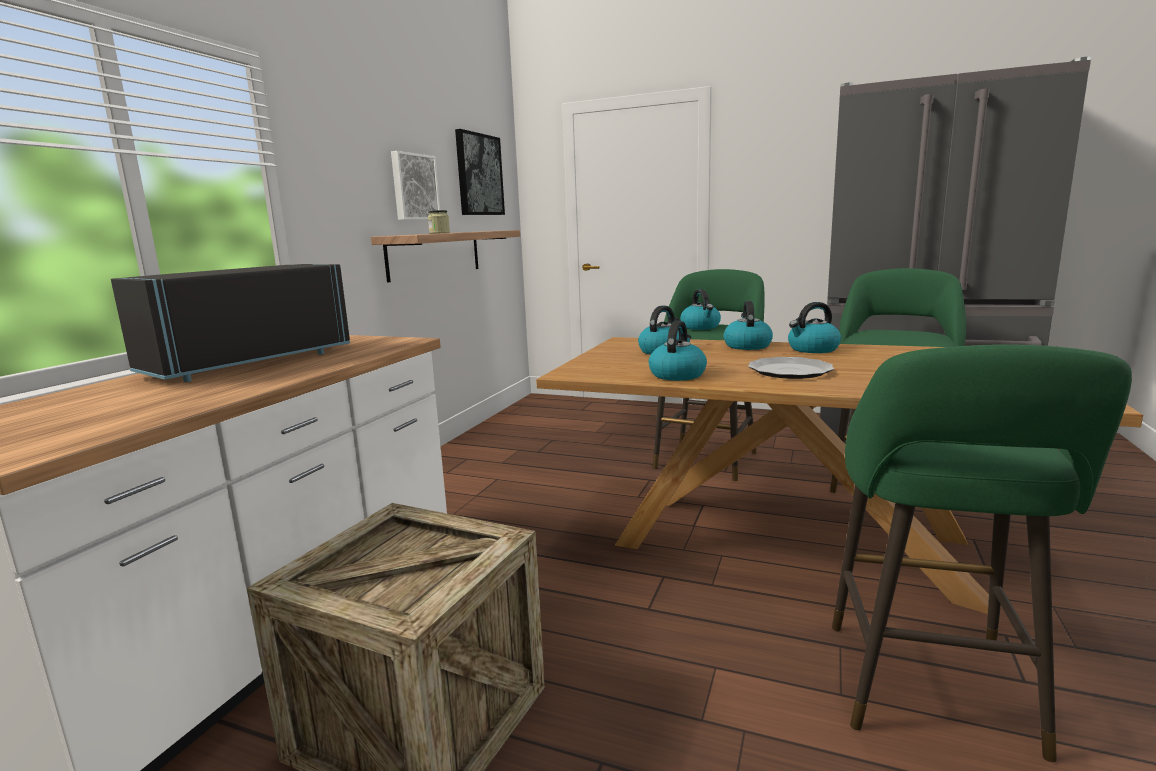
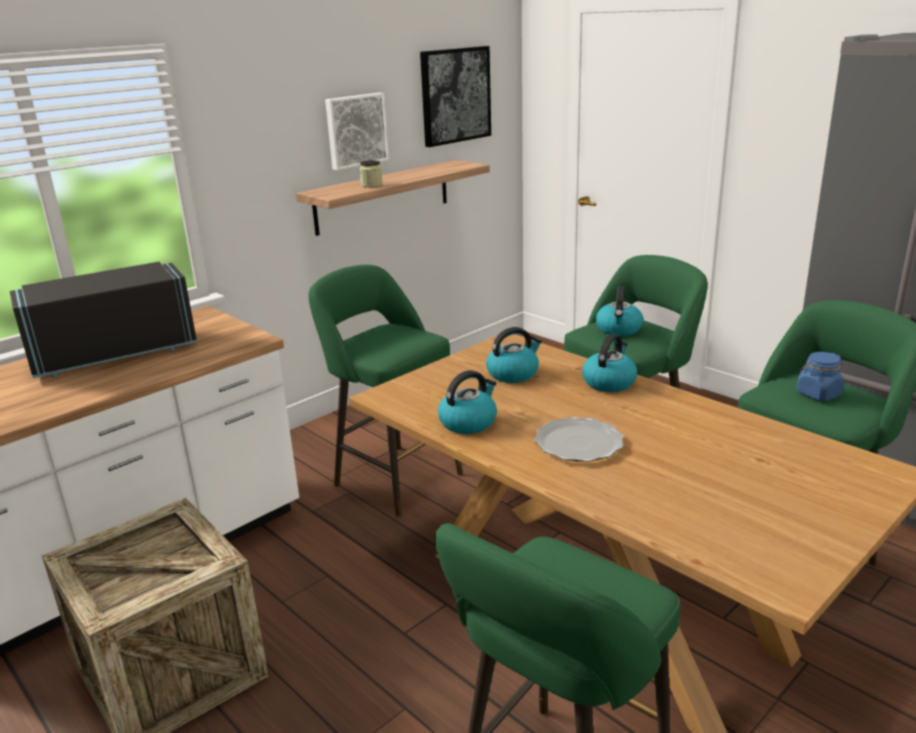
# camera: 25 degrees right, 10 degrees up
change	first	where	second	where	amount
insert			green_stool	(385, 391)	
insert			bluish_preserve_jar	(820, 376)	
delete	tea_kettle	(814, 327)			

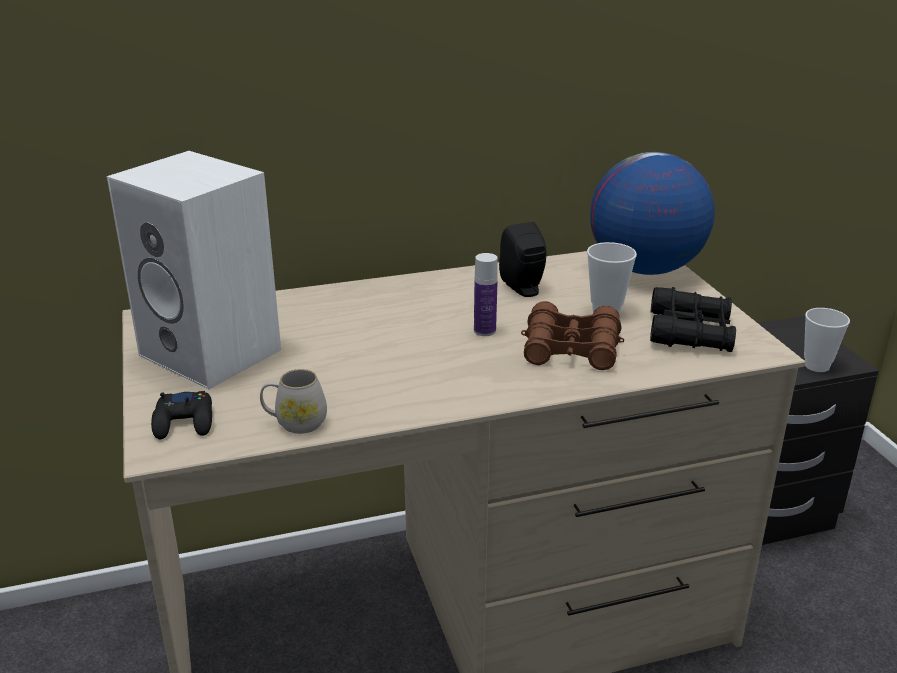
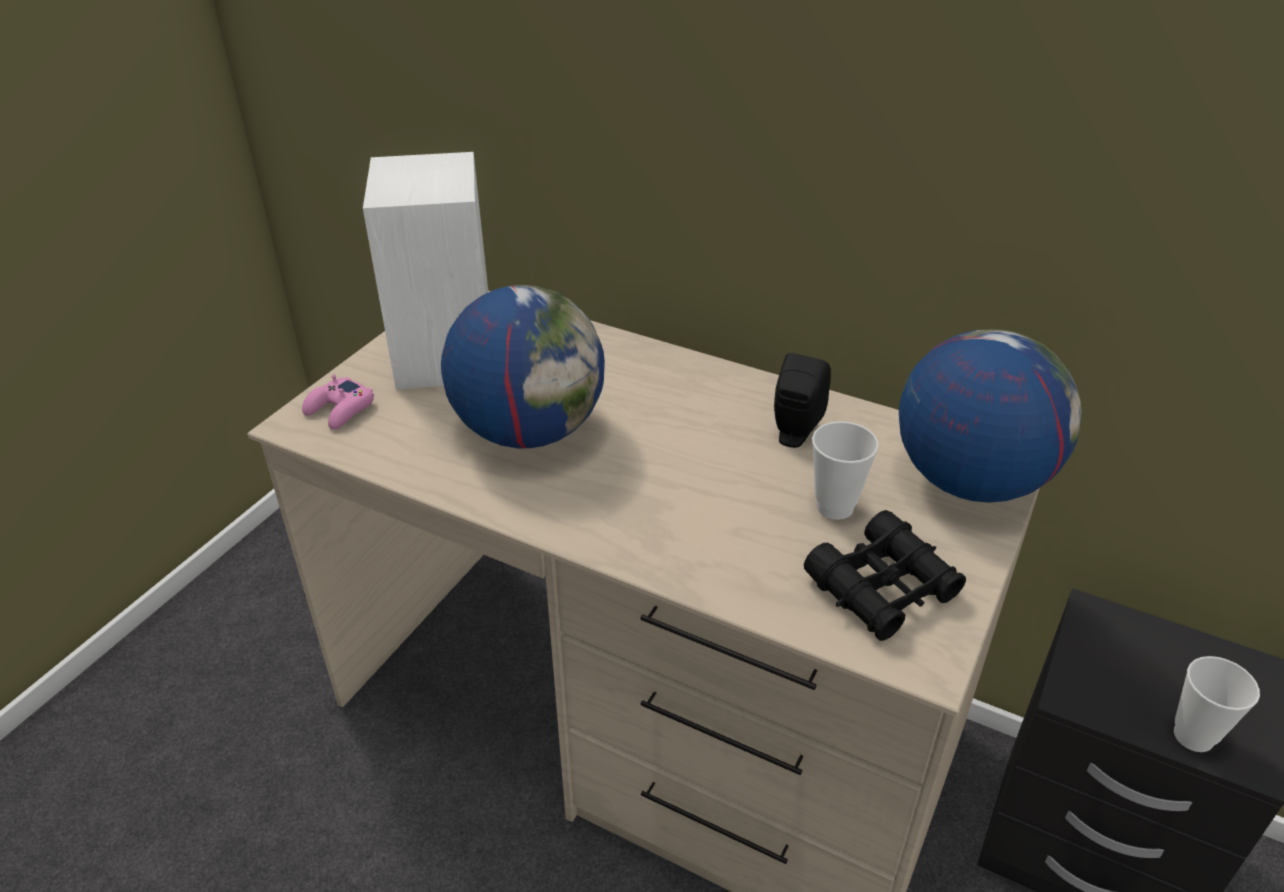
# camera: 45 degrees right, 10 degrees up
change	first	where	second	where	amount
recolor	black_gamepad	(181, 415)	pinkish_gamepad	(338, 402)	
insert			desk_globe	(523, 366)	
delete	white_mug	(293, 401)			
delete	drink_bottle	(486, 294)			
delete	brown_pair_of_binoculars	(572, 335)			

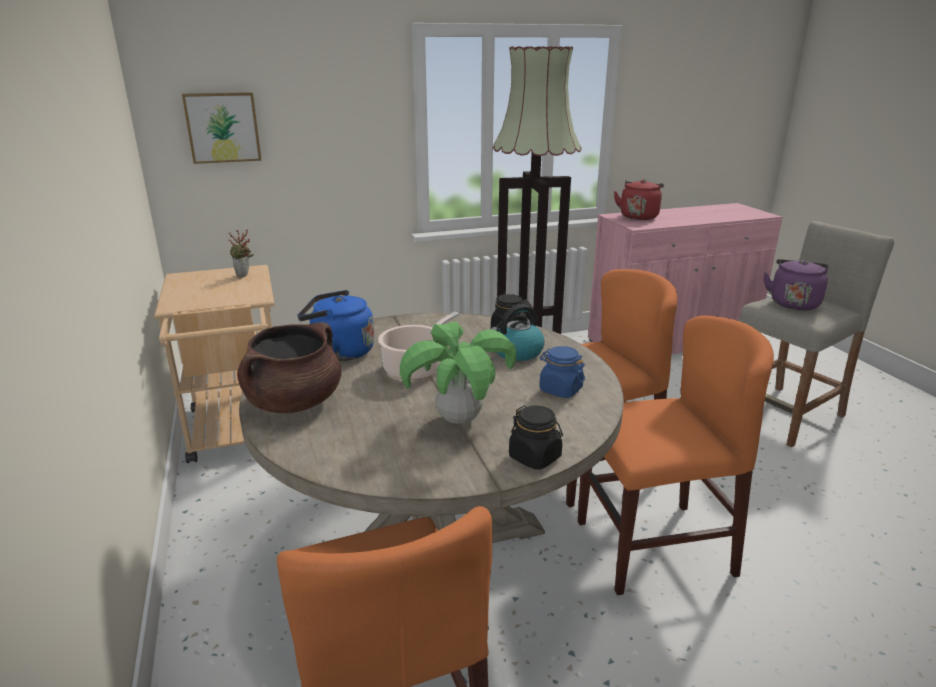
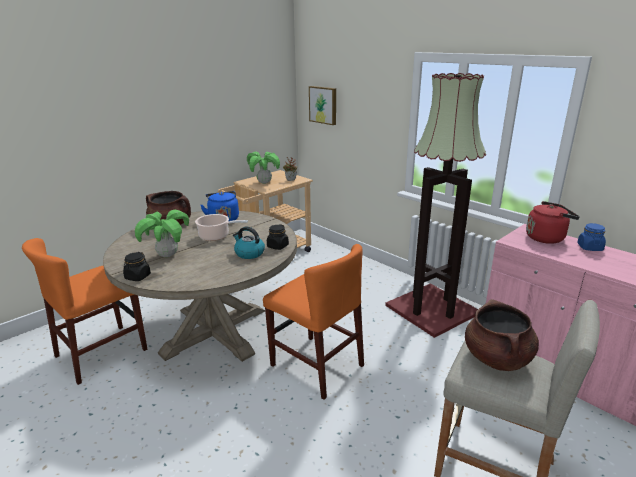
# camera: 65 degrees right, 0 degrees up
change	first	where	second	where	amount
insert			potted_plant	(263, 167)	
replace	purple_tea_kettle	(796, 284)	brown_cooking_pot	(502, 335)	
move	bluish_preserve_jar	(562, 372)		(591, 237)	
delete	orangey_upright_chair	(676, 455)			

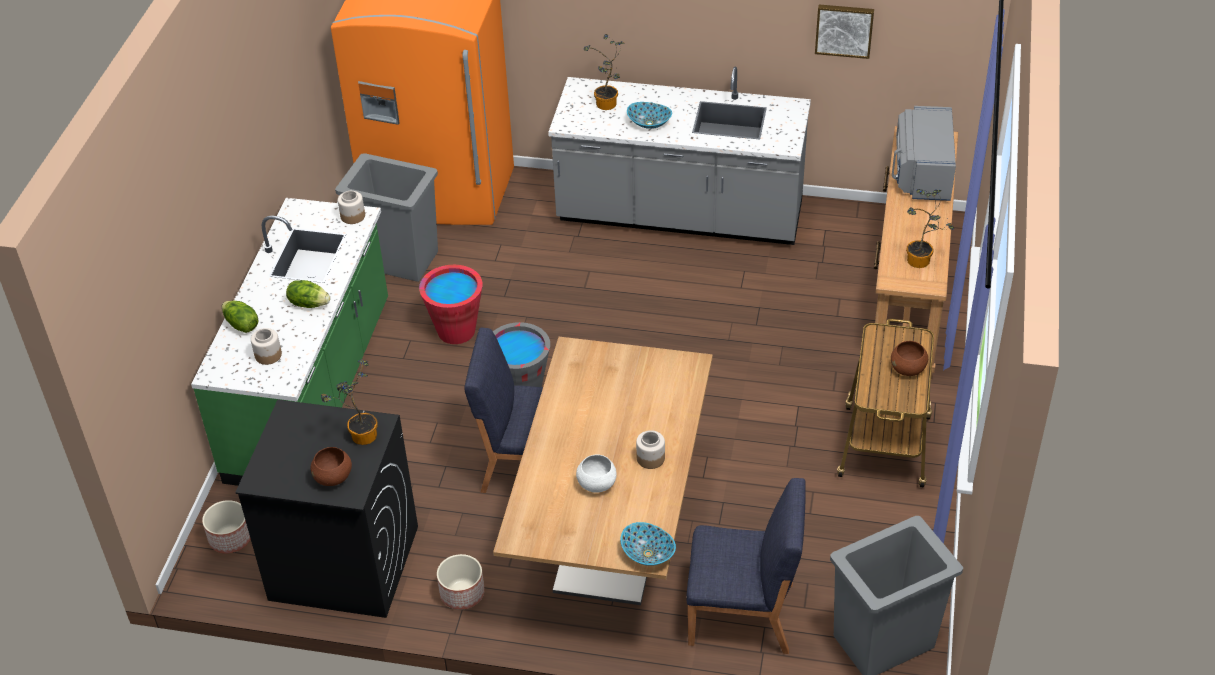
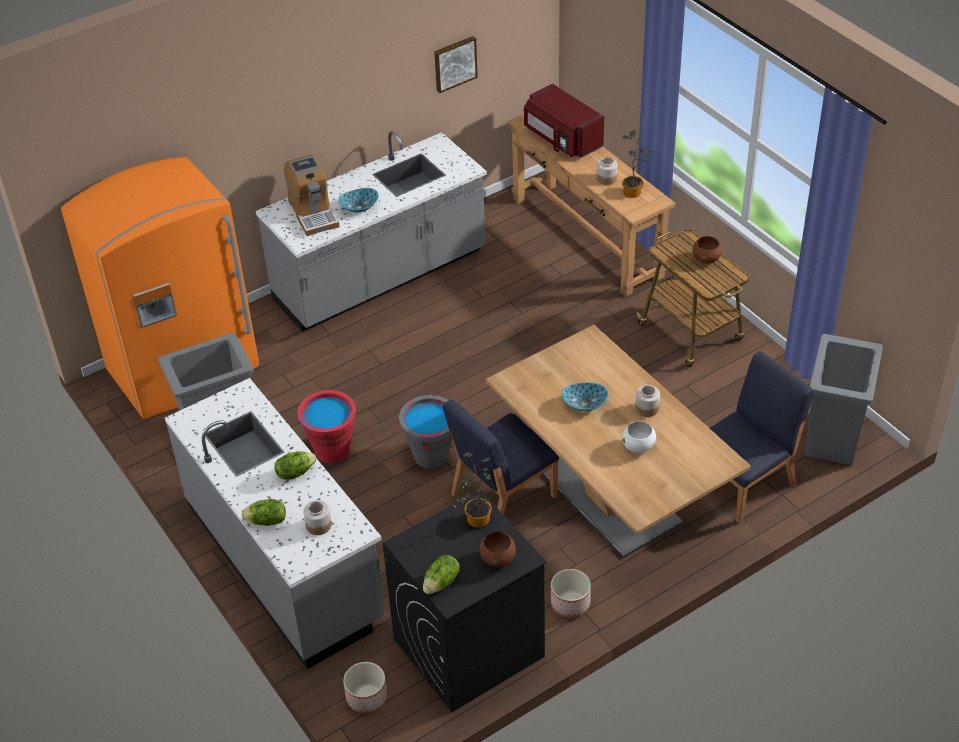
# camera: 45 degrees left, 0 degrees up
change	first	where	second	where	amount
recolor	green_kitchen_counter	(289, 342)	greyish_kitchen_counter	(274, 523)	
replace	potted_plant	(604, 72)	coffee_maker	(312, 195)	
insert			lettuce_head	(441, 574)	
recolor	greyish_microwave_oven	(924, 153)	red_microwave_oven	(564, 121)	
move	bowl	(648, 544)		(585, 396)	
move	preserve_jar	(351, 207)		(607, 171)	

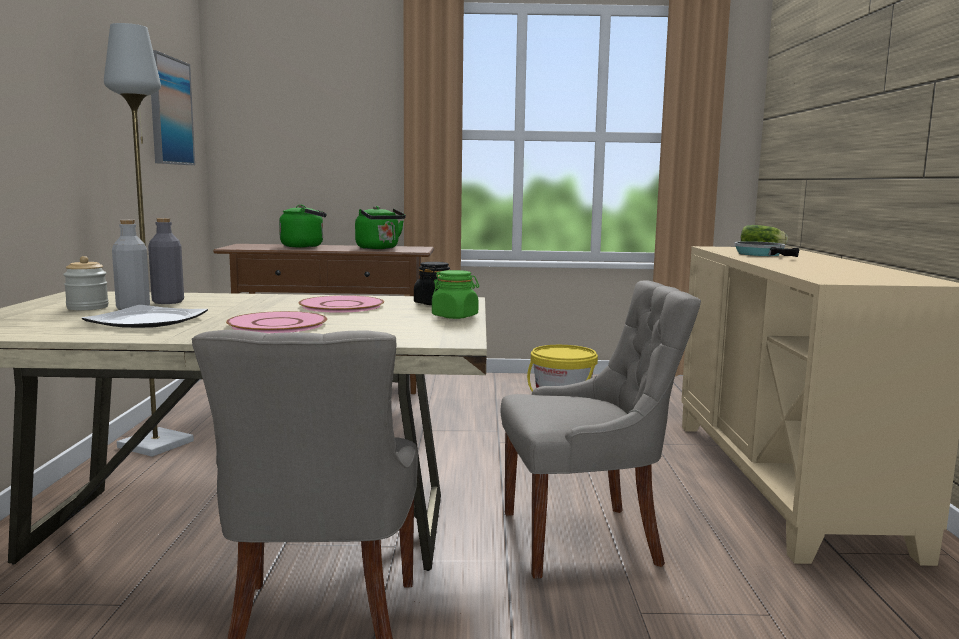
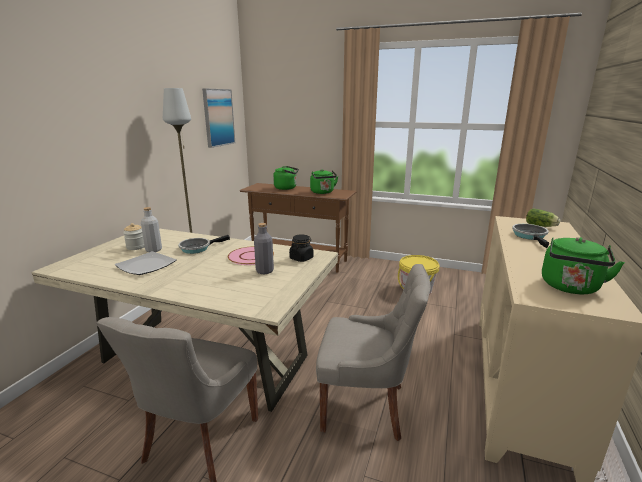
# camera: 20 degrees right, 10 degrees up
change	first	where	second	where	amount
insert			skillet	(204, 244)	
move	greyish_drink_bottle	(166, 261)		(264, 248)	
insert			green_tea_kettle	(583, 265)	
delete	pinkish_dinner_plate	(276, 322)			
delete	green_preserve_jar	(455, 294)			

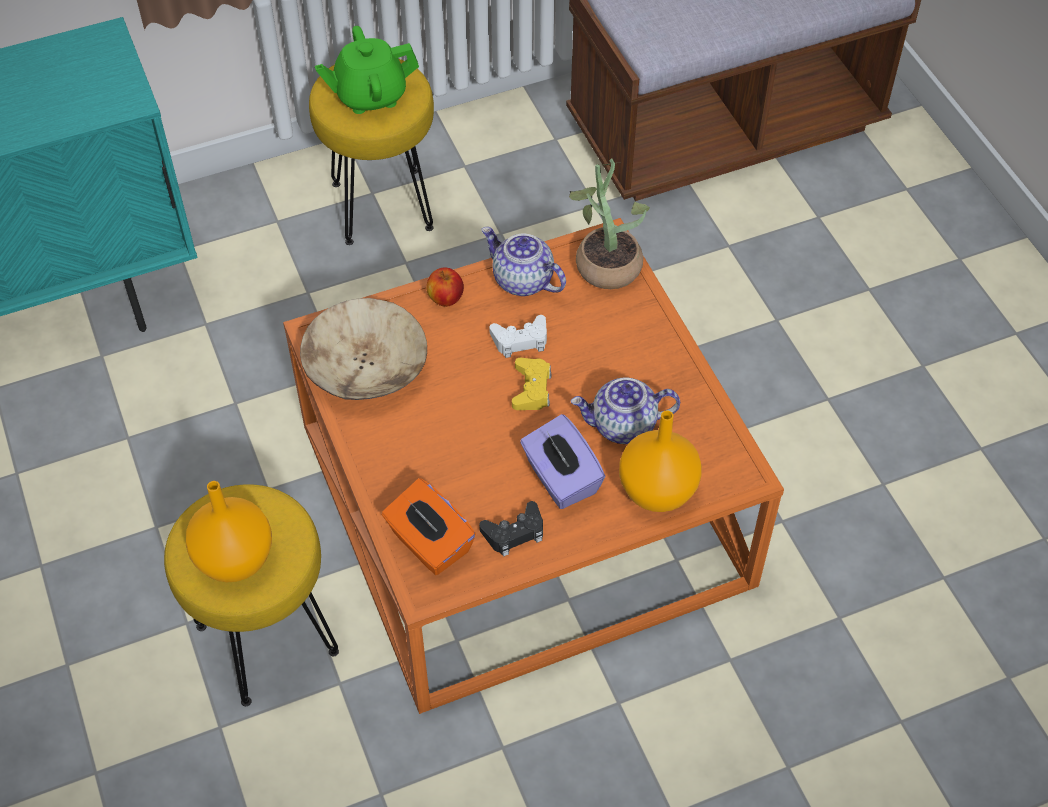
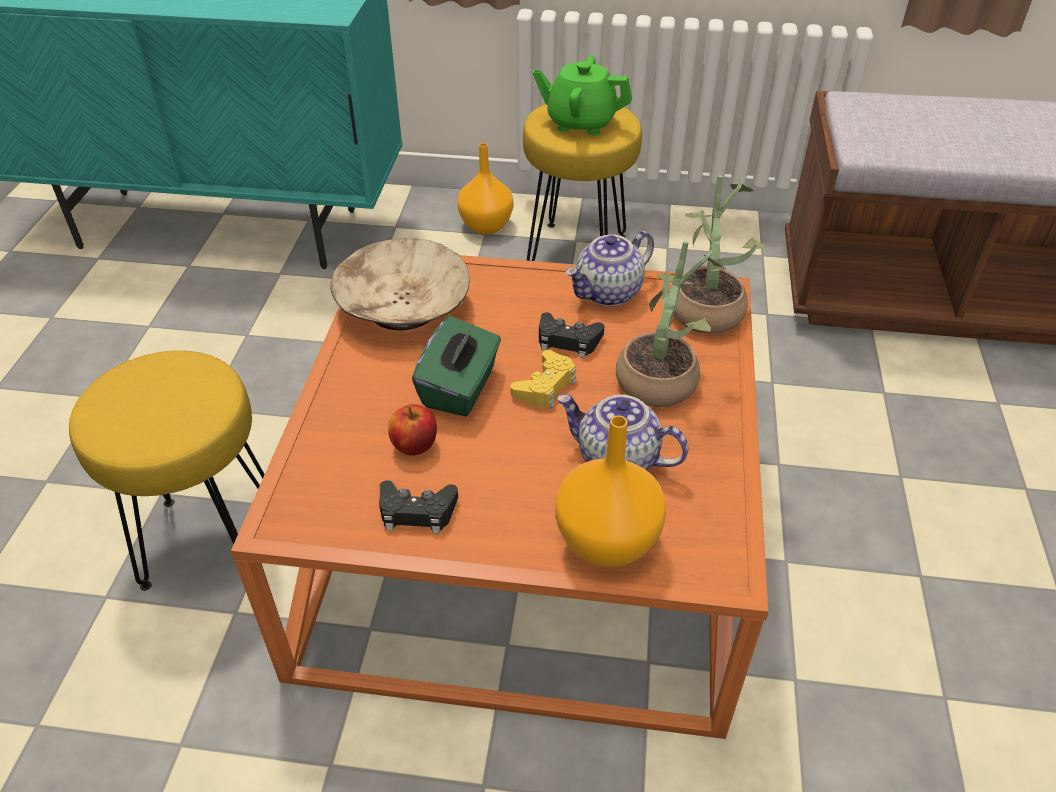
# camera: 30 degrees right, 10 degrees down
change	first	where	second	where	amount
move	whole_apple	(445, 287)		(412, 430)	
insert			green_tissue_box	(456, 366)	
move	orangey_vase	(229, 531)		(485, 189)	
recolor	white_gamepad	(518, 336)	black_gamepad	(571, 335)	
rotate	pot_for_tea	(524, 261)		(609, 268)	105 degrees counterclockwise
insert			potted_plant	(671, 324)	
delete	orangey_tissue_box	(429, 526)			
delete	purple_tissue_box	(562, 461)			

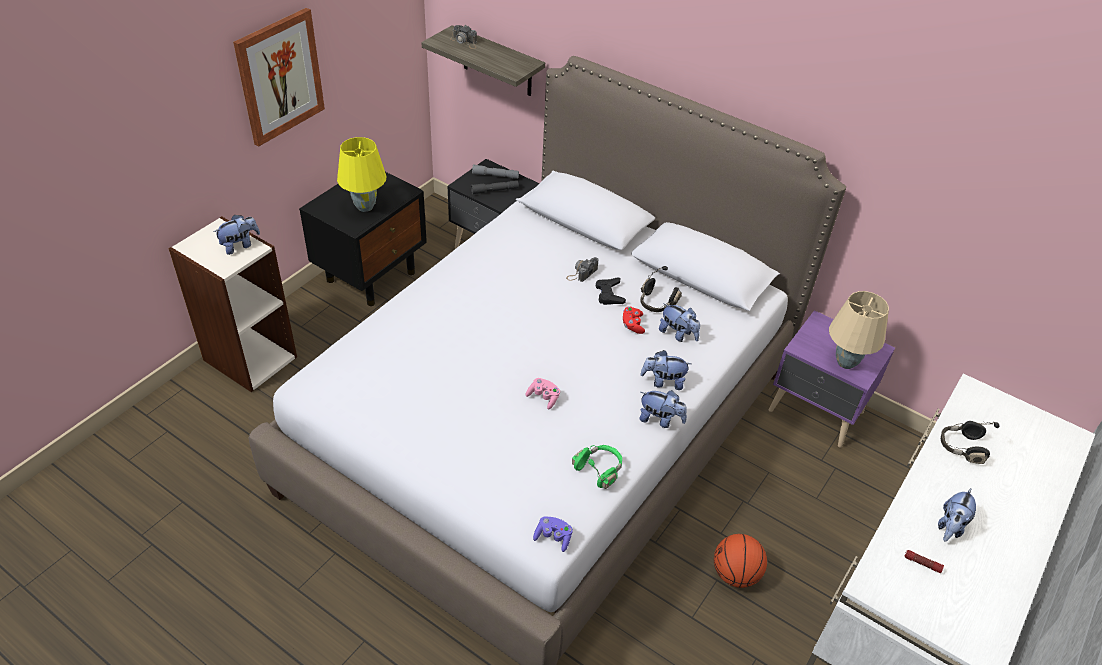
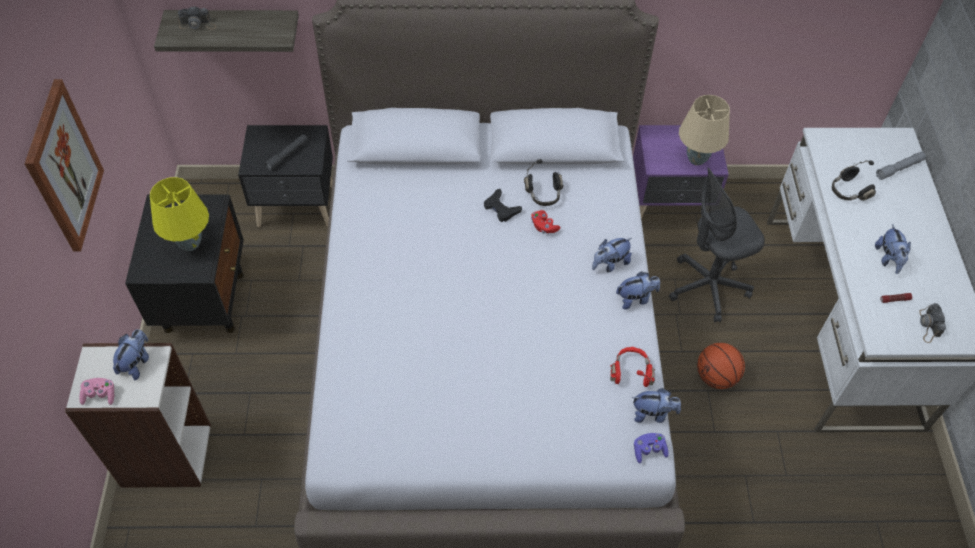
# camera: 35 degrees left, 10 degrees up
change	first	where	second	where	amount
move	pinkish_gamepad	(543, 393)		(96, 391)	
recolor	green_headphones	(597, 467)	red_headphones	(632, 367)	
move	soft_toy	(679, 322)		(656, 405)	
insert			greyish_desk_chair	(717, 245)	
move	greyish_flashlight	(495, 172)		(901, 166)	
move	photo_camera	(582, 269)		(932, 323)	

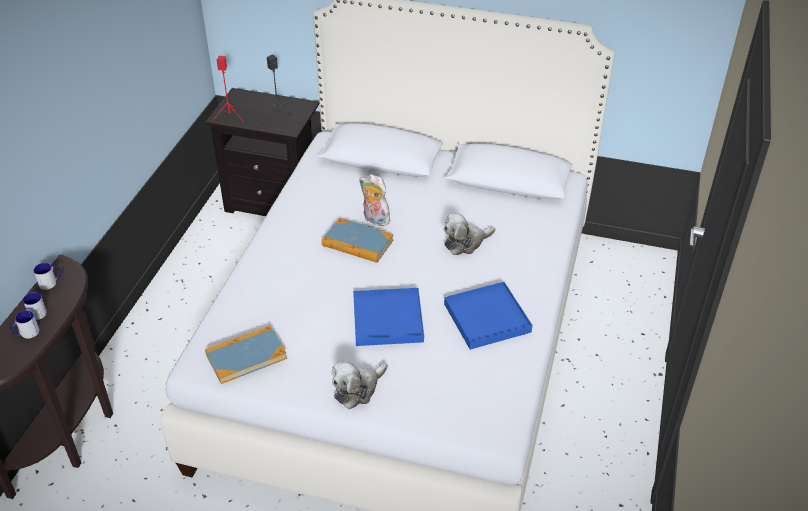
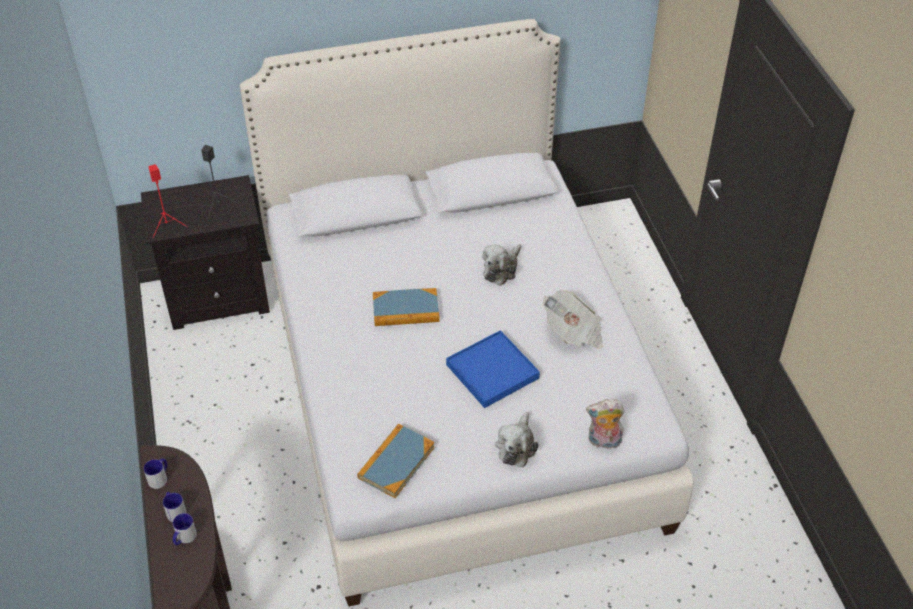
# camera: 30 degrees left, 5 degrees up
change	first	where	second	where	amount
replace	bluish_carrying_tray	(488, 315)	newspaper	(573, 319)	
move	soft_toy	(374, 200)		(605, 424)	

